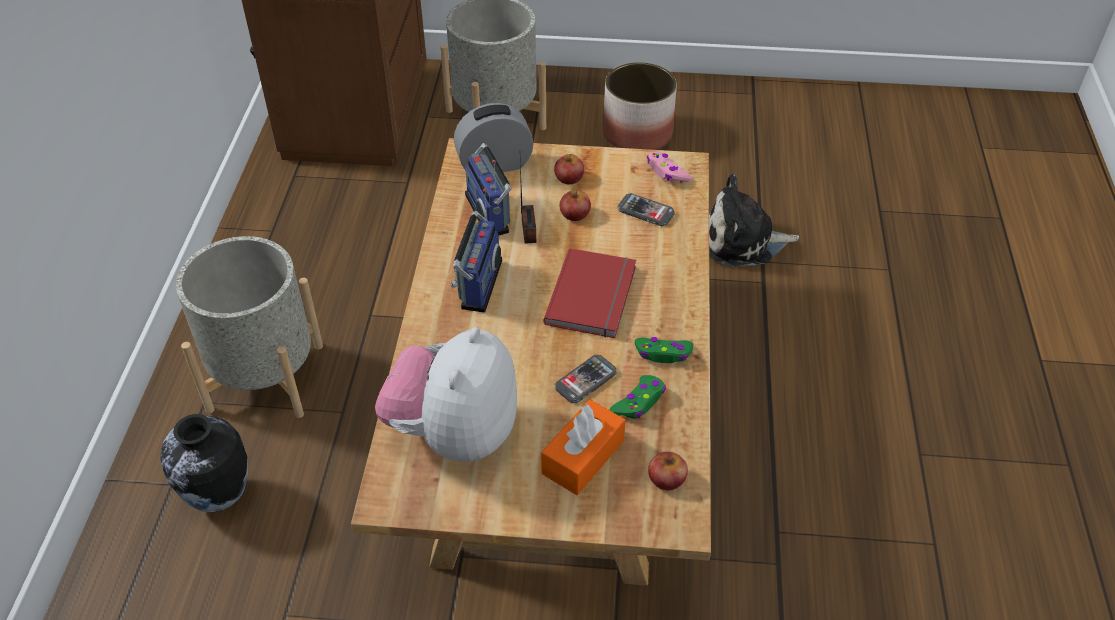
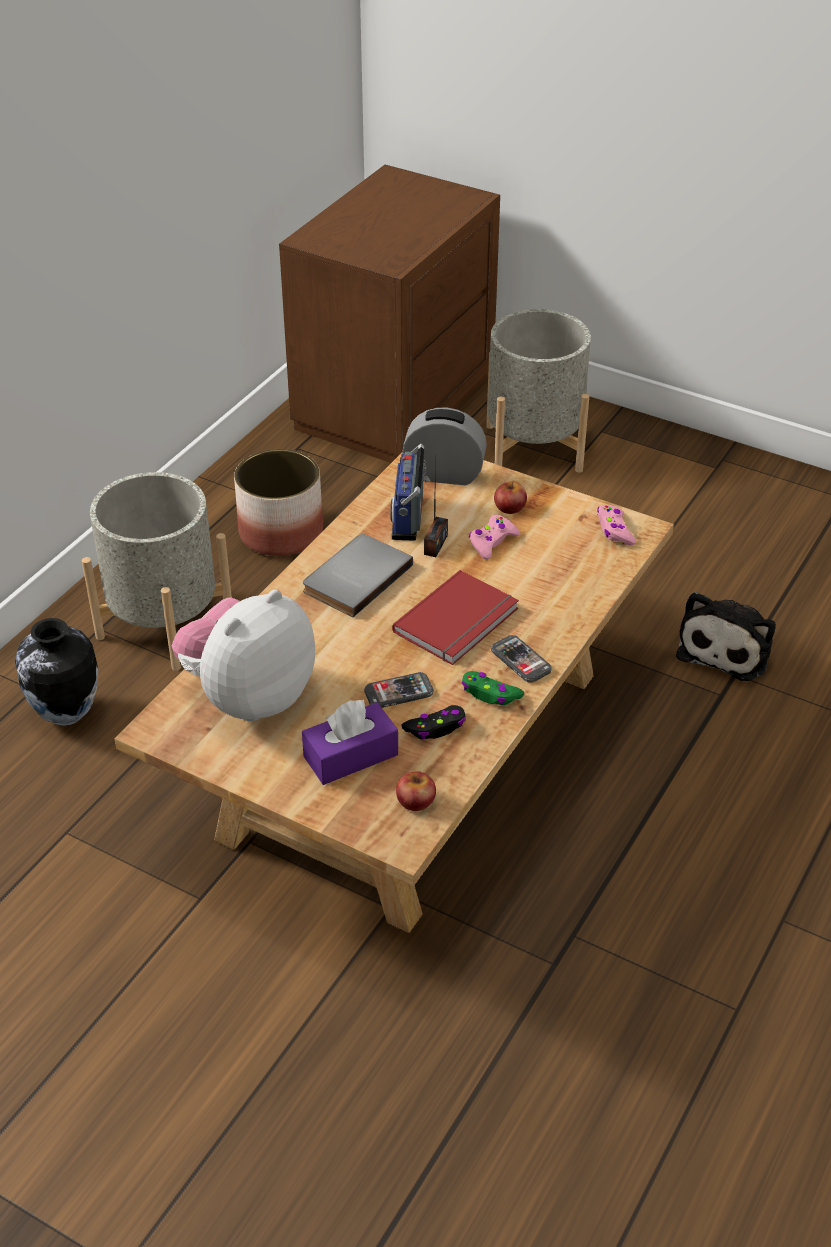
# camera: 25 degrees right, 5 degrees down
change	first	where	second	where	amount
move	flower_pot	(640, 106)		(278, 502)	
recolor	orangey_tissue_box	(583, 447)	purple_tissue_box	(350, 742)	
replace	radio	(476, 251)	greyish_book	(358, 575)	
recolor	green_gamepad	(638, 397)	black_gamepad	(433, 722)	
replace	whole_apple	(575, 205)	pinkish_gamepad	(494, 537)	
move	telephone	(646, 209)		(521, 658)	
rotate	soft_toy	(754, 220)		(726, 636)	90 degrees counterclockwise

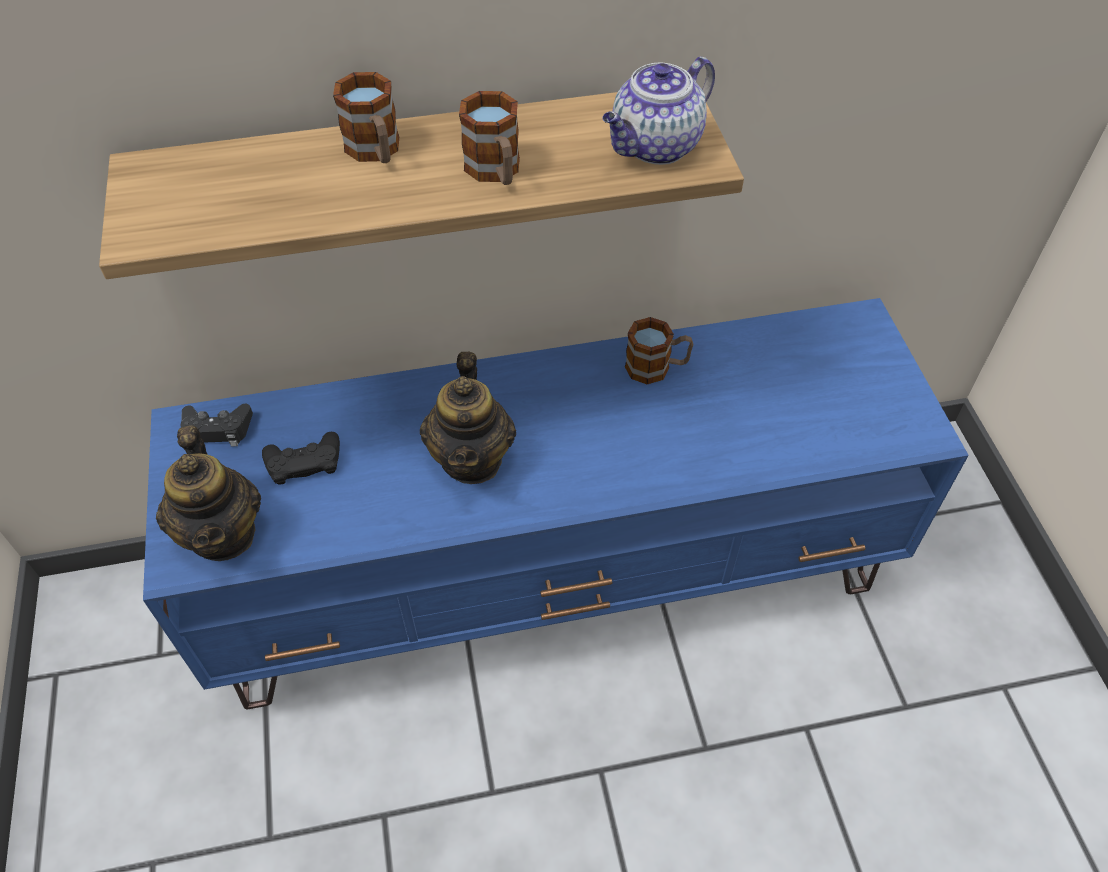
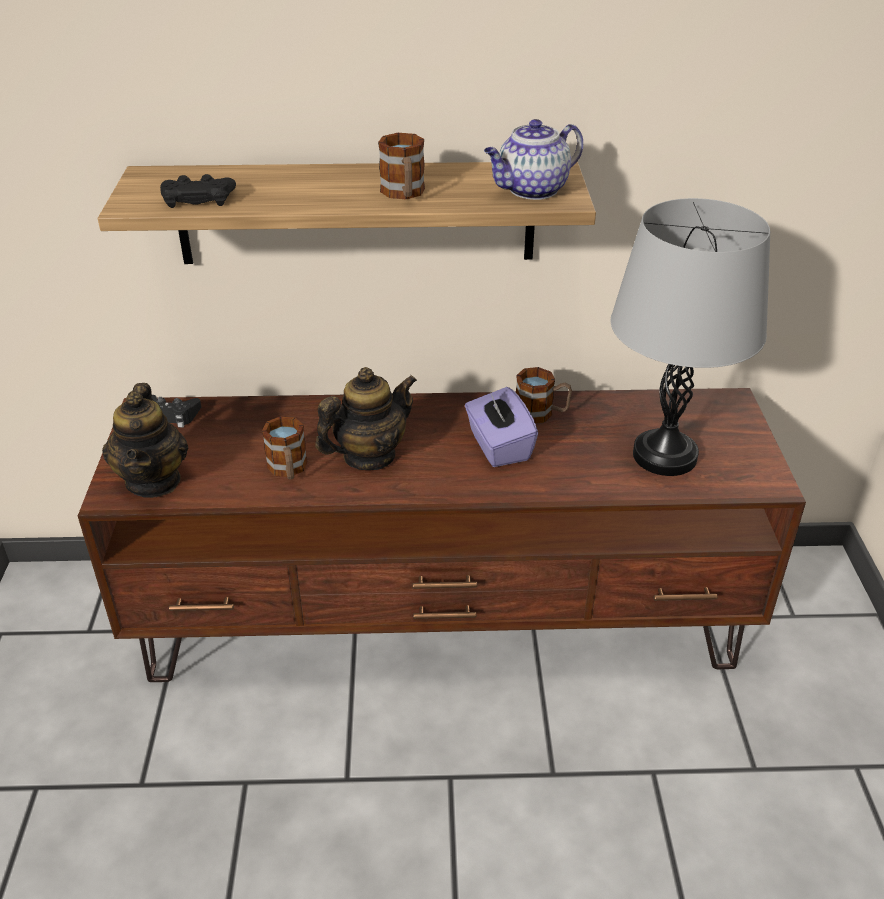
# camera: 10 degrees right, 15 degrees down
change	first	where	second	where	amount
recolor	bluish_media_console	(556, 504)	brown_media_console	(442, 535)	
move	black_gamepad	(301, 458)		(198, 191)	
move	mug	(366, 117)		(285, 448)	
rotate	pot_for_tea	(468, 418)		(366, 418)	135 degrees counterclockwise
insert			purple_tissue_box	(501, 427)	
insert			greyish_lamp_for_a_table	(690, 337)	

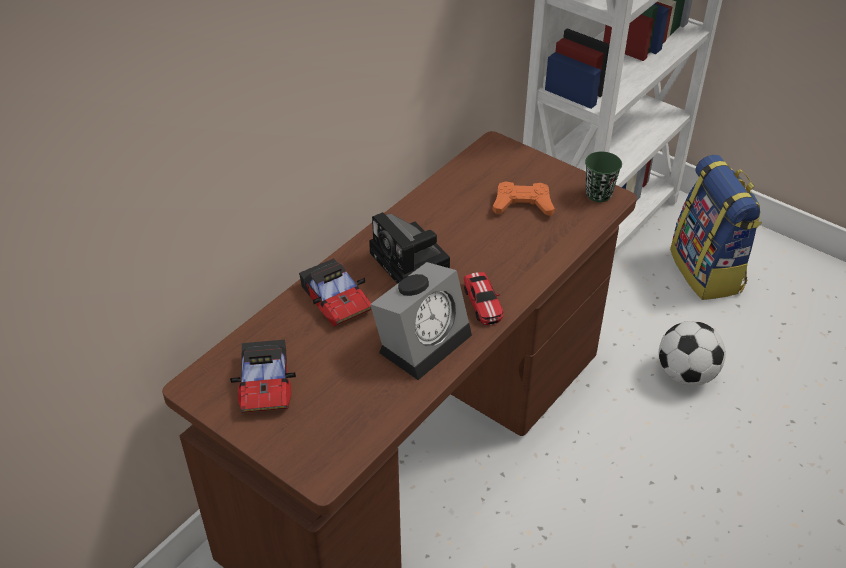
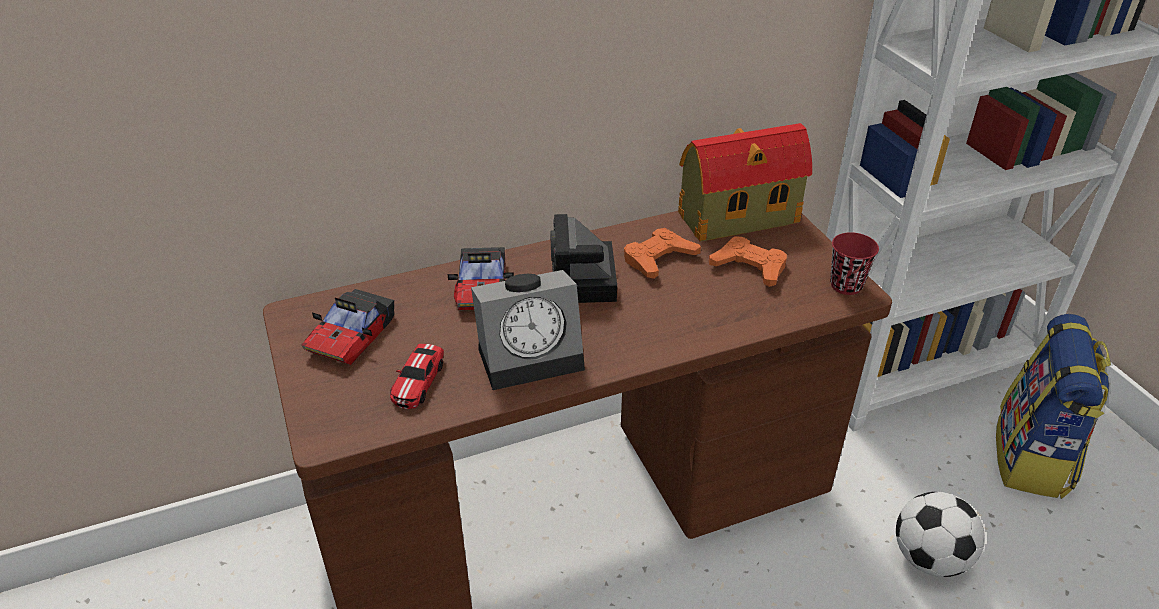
# camera: 30 degrees right, 5 degrees down
change	first	where	second	where	amount
move	toy_car	(483, 298)		(417, 376)	
insert			orangey_gamepad	(662, 253)	
insert			miniature_house	(745, 182)	
recolor	green_drinking_cup	(603, 177)	red_drinking_cup	(854, 263)	

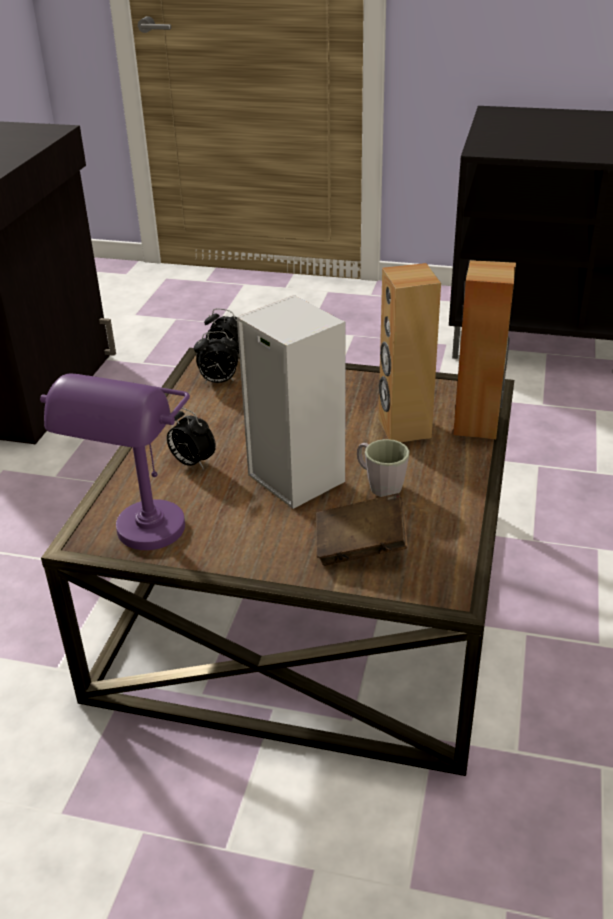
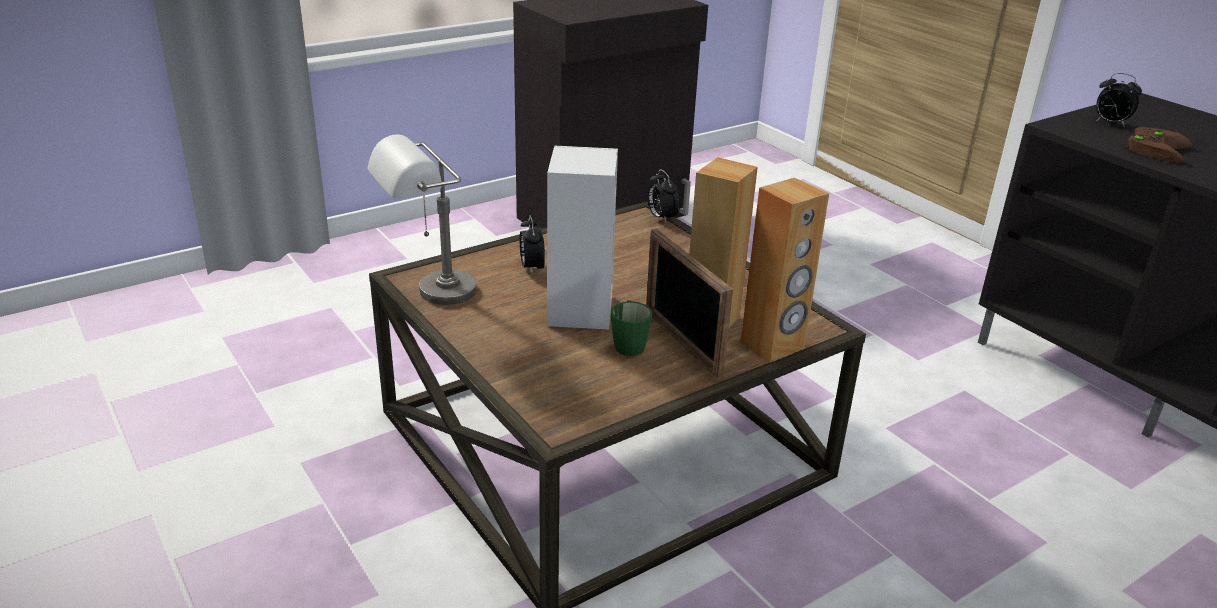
# camera: 40 degrees right, 5 degrees down
change	first	where	second	where	amount
recolor	purple_lamp_for_a_table	(115, 461)	greyish_lamp_for_a_table	(422, 219)	
recolor	greyish_mug	(383, 468)	green_mug	(632, 328)	
insert			photo_frame	(689, 304)	
move	bedside_clock	(216, 357)		(1119, 100)	
insert			brown_gamepad	(1158, 145)	
delete	brown_book	(362, 529)			

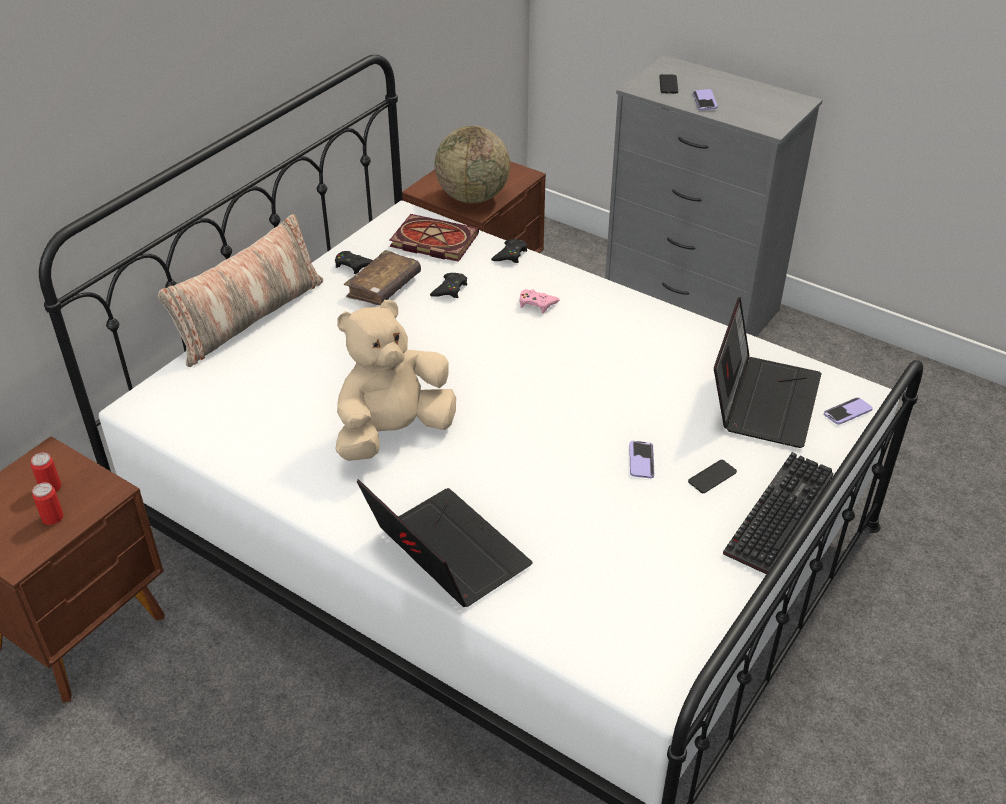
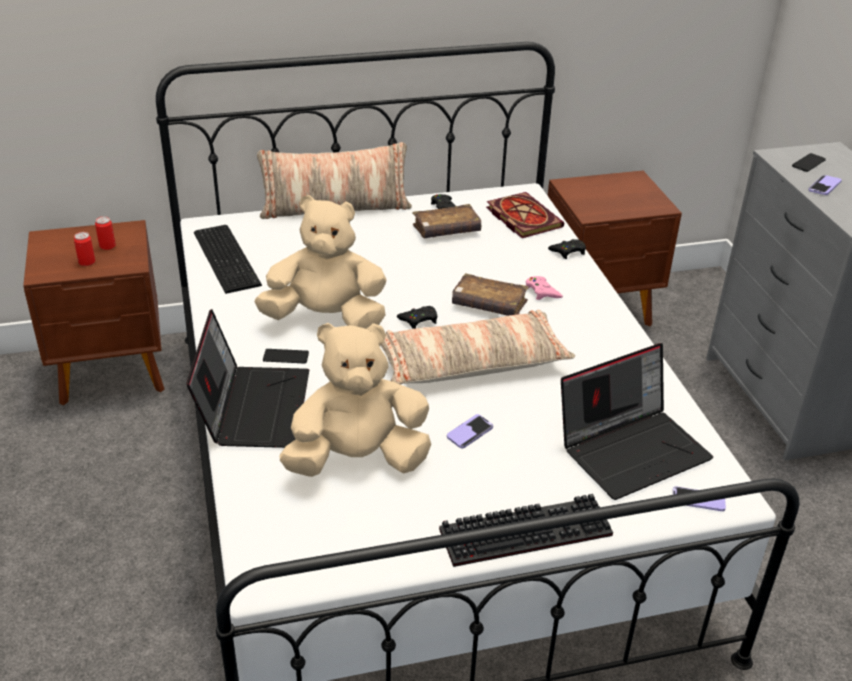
# camera: 40 degrees right, 5 degrees down
change	first	where	second	where	amount
insert			computer_keyboard	(228, 259)	
move	telephone	(712, 476)		(286, 356)	
insert			sand-coloured_soft_toy	(355, 400)	
insert			pillow	(477, 347)	
move	black_gamepad	(448, 285)		(417, 317)	
insert			brown_book	(490, 294)	
delete	desk_globe	(472, 164)			

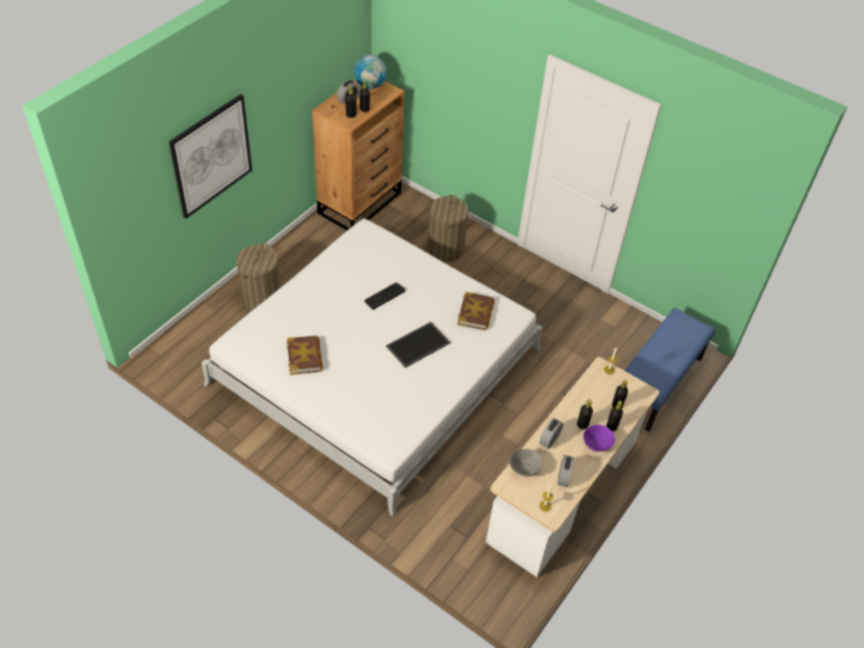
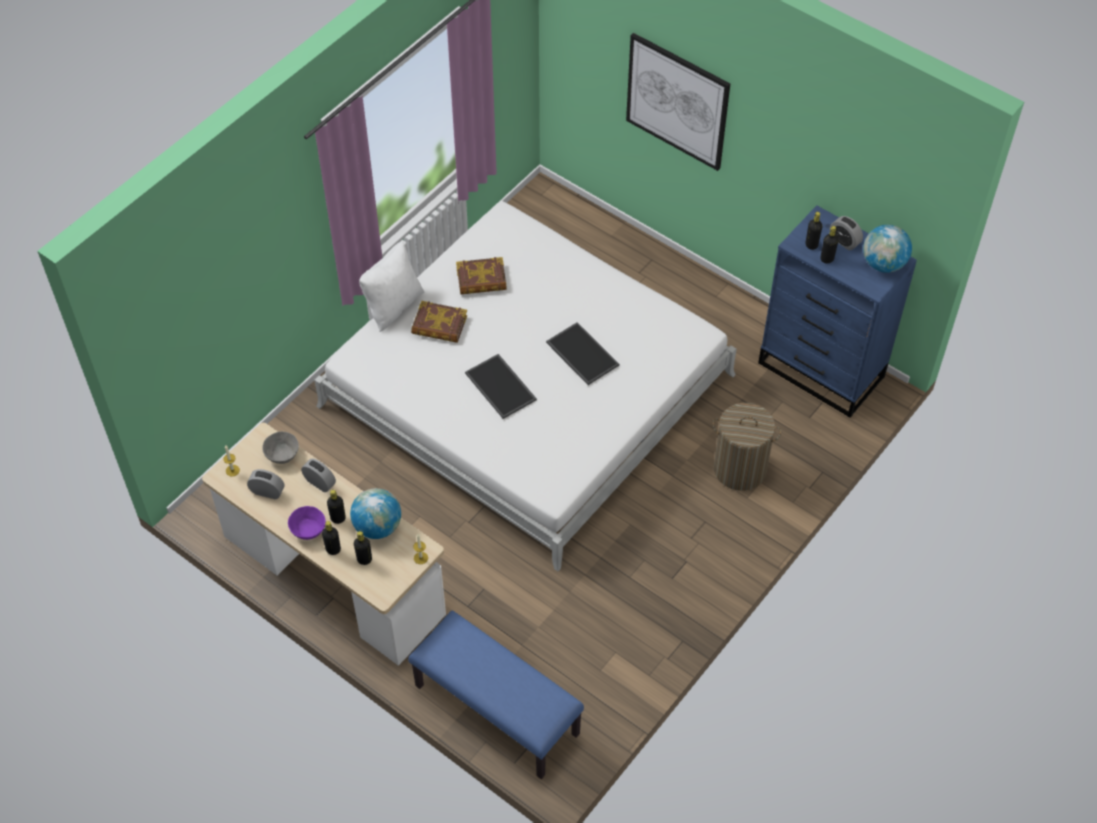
# camera: 95 degrees right, 5 degrees up
change	first	where	second	where	amount
insert			desk_globe	(375, 513)	
insert			white_pillow	(391, 286)	
move	book	(476, 311)		(439, 322)	
replace	computer_keyboard	(384, 296)	carrying_tray	(582, 353)	
recolor	brown_dresser	(358, 155)	bluish_dresser	(837, 311)	
delete	washing_basket	(258, 277)			

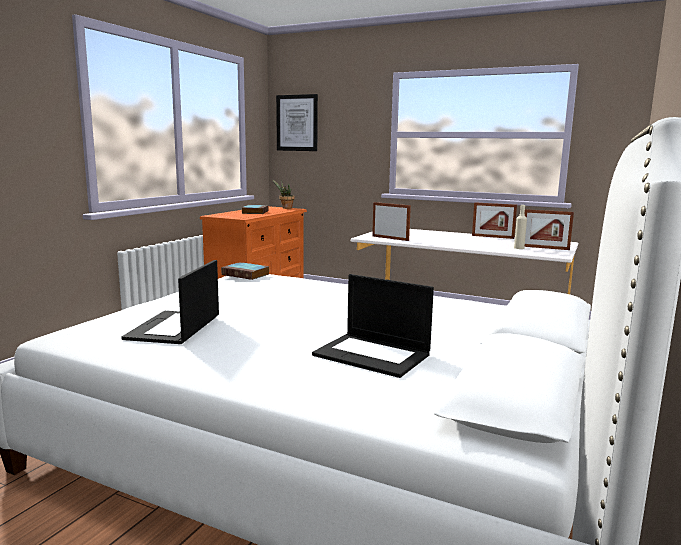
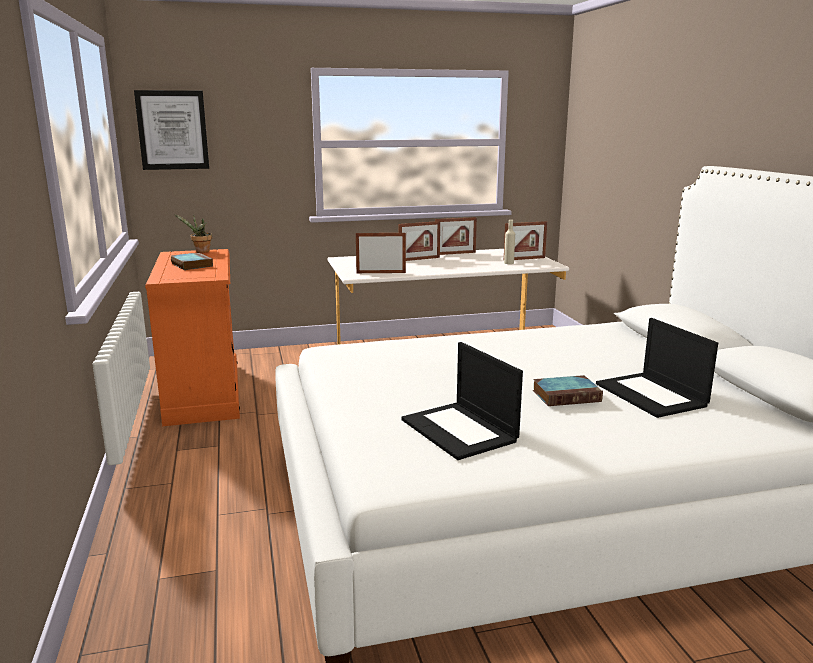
# camera: 40 degrees left, 5 degrees up
change	first	where	second	where	amount
insert			photo_frame	(419, 241)	
move	book	(245, 271)		(568, 390)	
rotate	notebook_computer	(373, 326)		(657, 368)	75 degrees clockwise

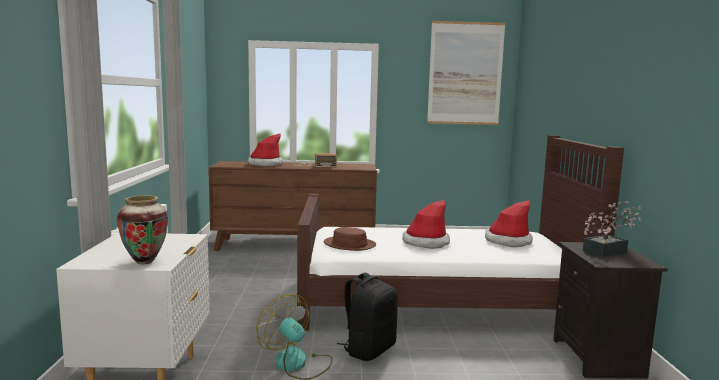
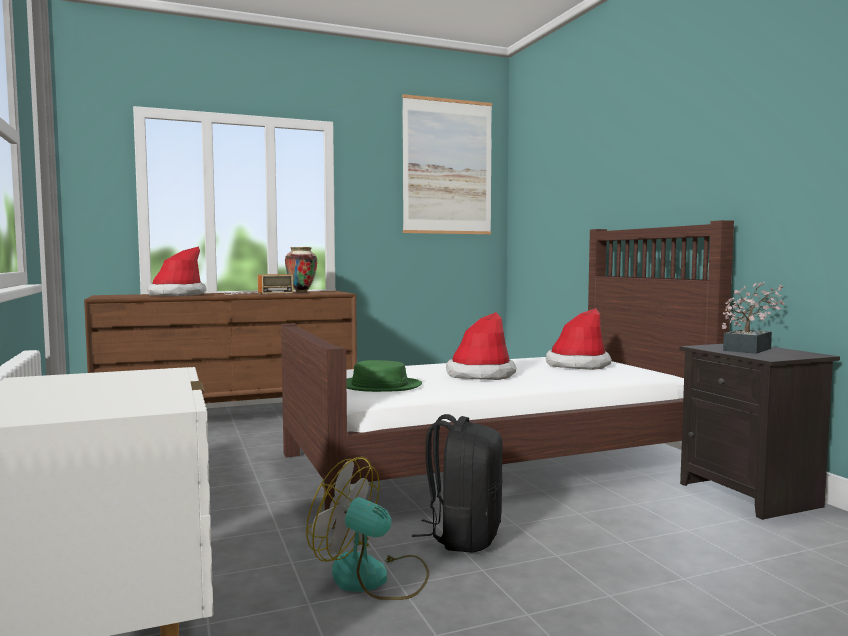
# camera: 20 degrees left, 5 degrees down
change	first	where	second	where	amount
move	vase	(142, 230)		(301, 269)	
recolor	brown_hat	(350, 239)	green_hat	(384, 376)	

